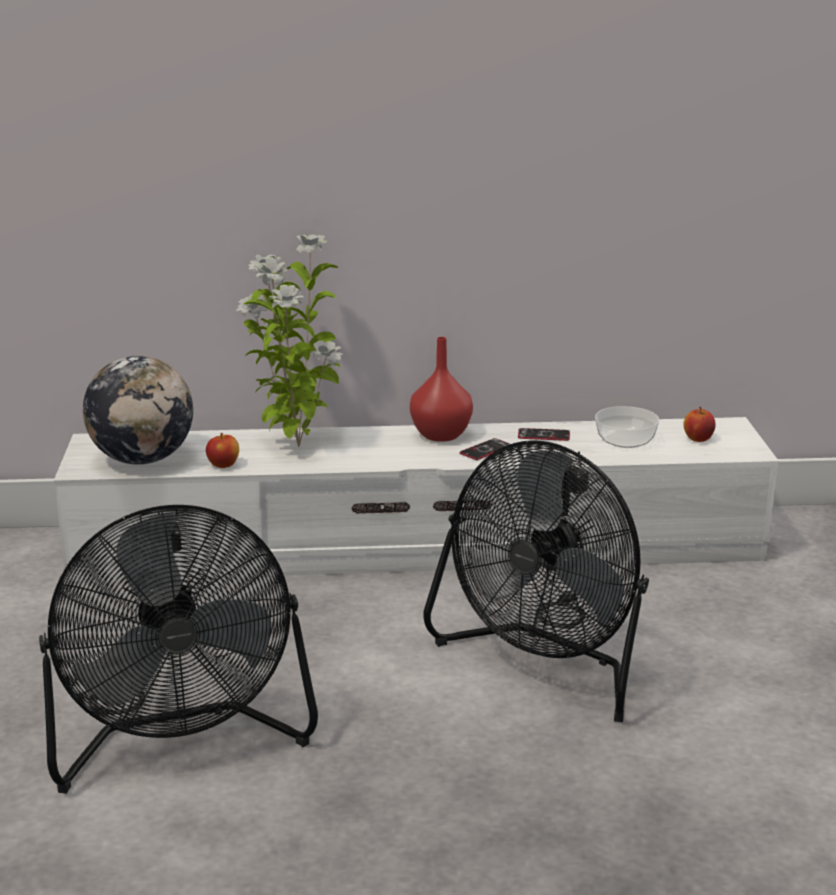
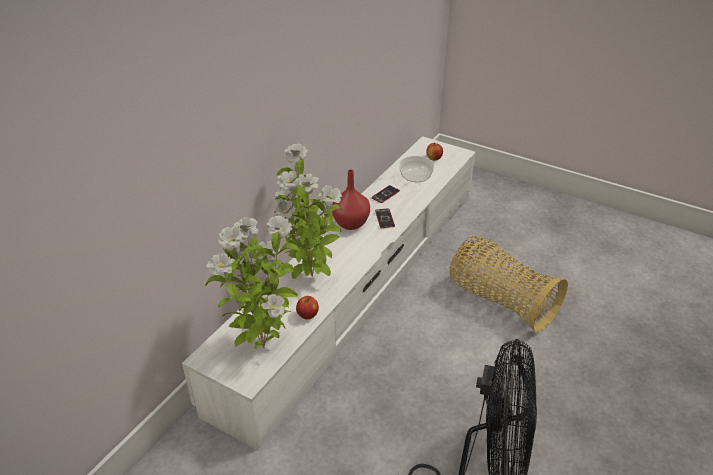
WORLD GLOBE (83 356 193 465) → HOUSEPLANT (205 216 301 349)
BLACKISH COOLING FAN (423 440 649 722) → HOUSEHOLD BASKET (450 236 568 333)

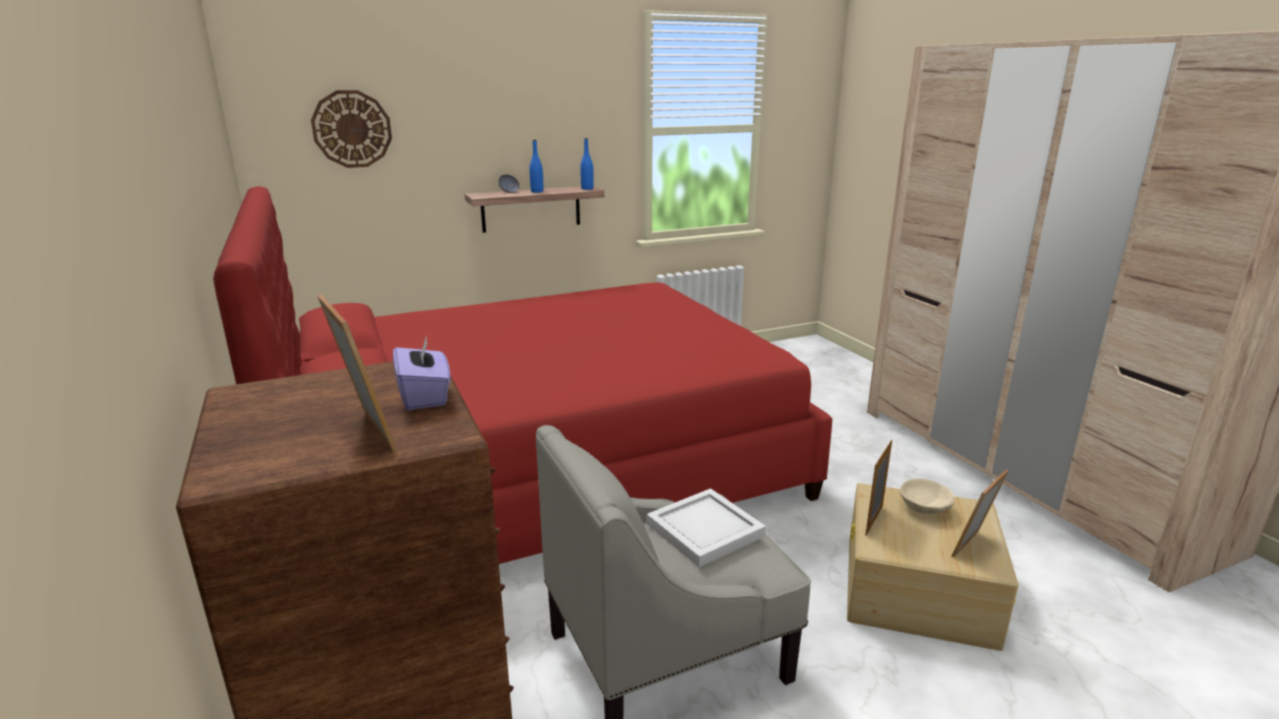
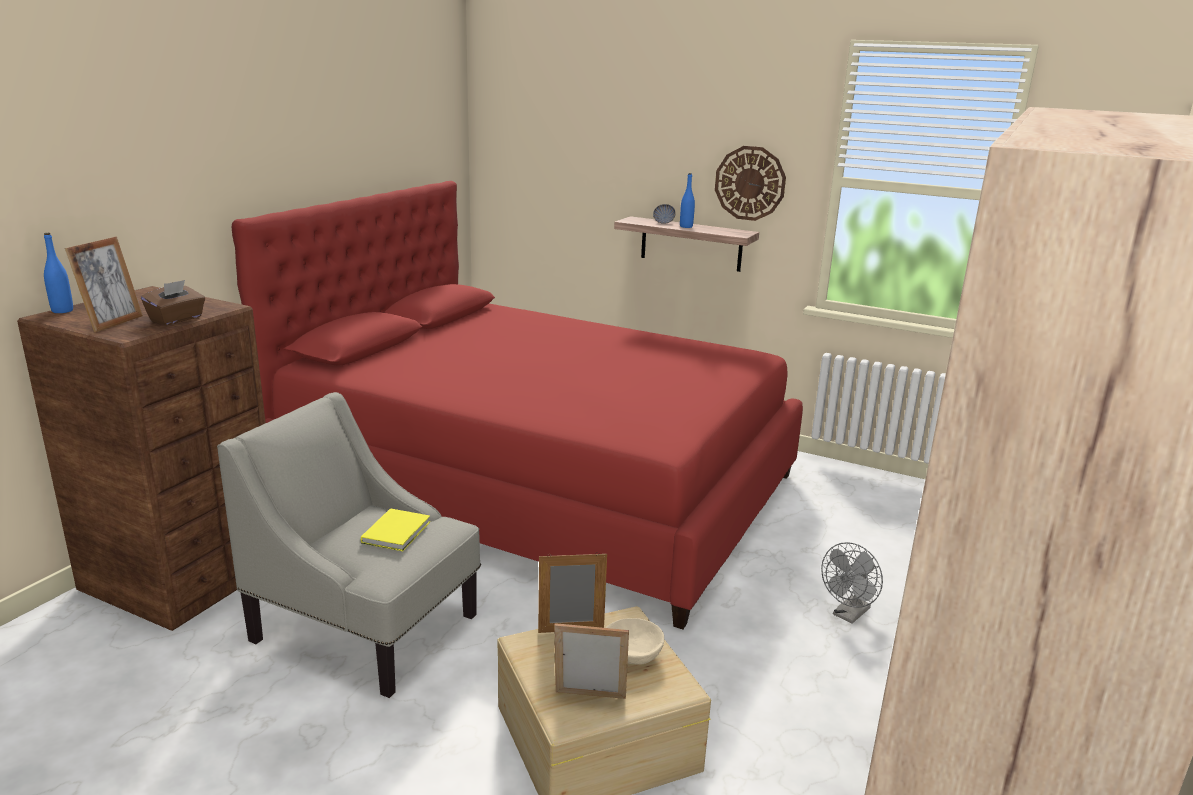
BLUISH DRINK BOTTLE (580 138 594 190) → BLUISH DRINK BOTTLE (44 233 73 313), relocated
PURPLE-COLOURED TISSUE HOLDER (393 337 450 410) → BROWN TISSUE HOLDER (141 280 205 325)
WHITISH CARRYING TRAY (647 488 766 567) → YELLOW-COLOURED VOLUME (361 508 430 551)
CLOCK ON THE WALL (311 90 392 168) → CLOCK ON THE WALL (715 146 786 221), relocated
- → GREY COOLING FAN (821 542 883 624)

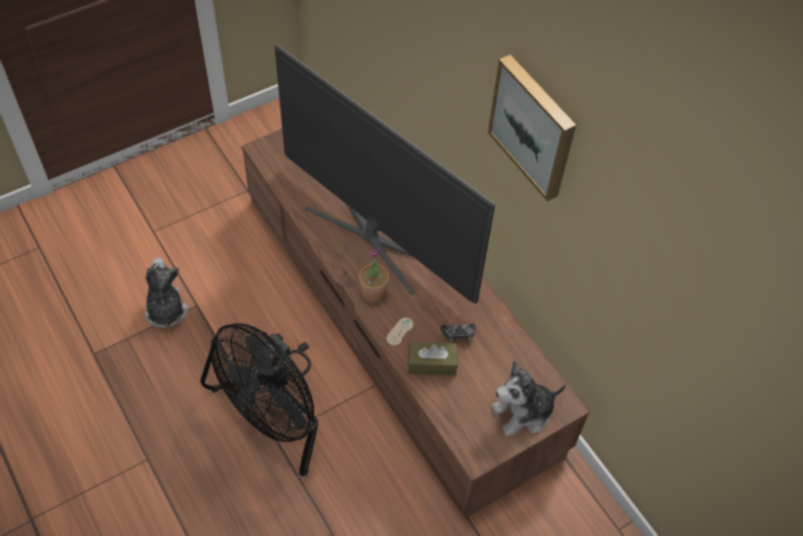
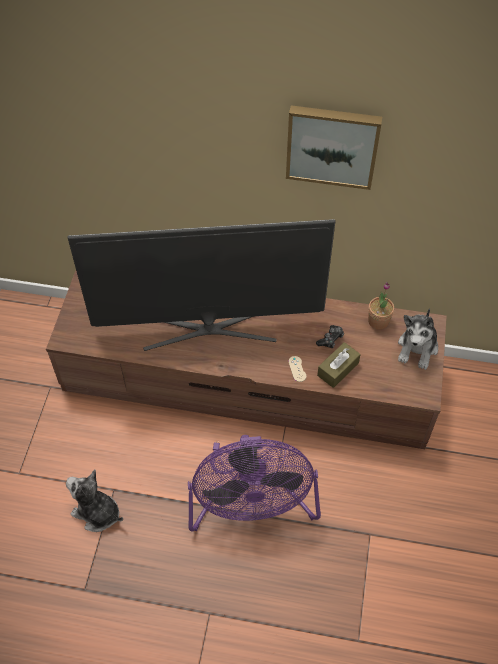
BLACKISH COOLING FAN (200 323 318 476) → PURPLE-COLOURED COOLING FAN (188 435 321 532)
HOUSEPLANT (359 248 389 302) → HOUSEPLANT (368 282 394 330), relocated

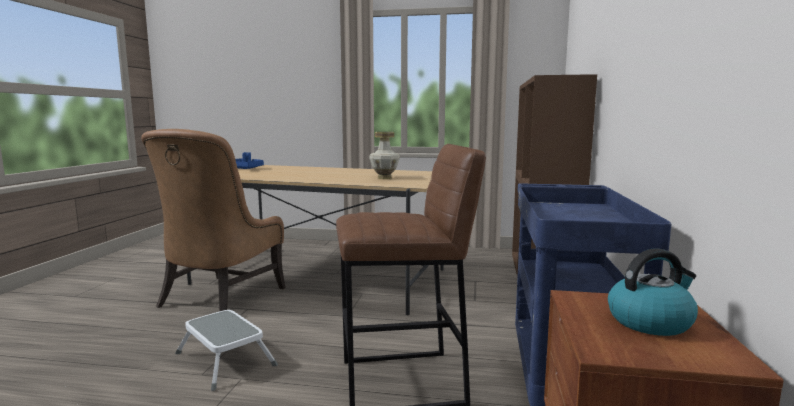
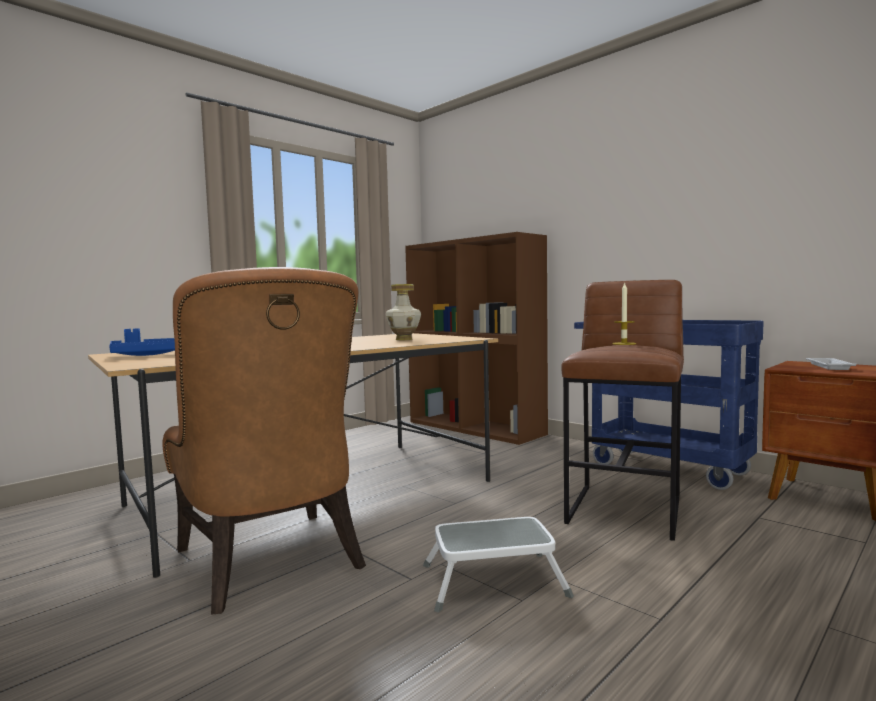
- → WAX LIGHT (612 282 636 345)
KETTLE (608 249 698 336) → WHITISH CARRYING TRAY (806 358 856 370)

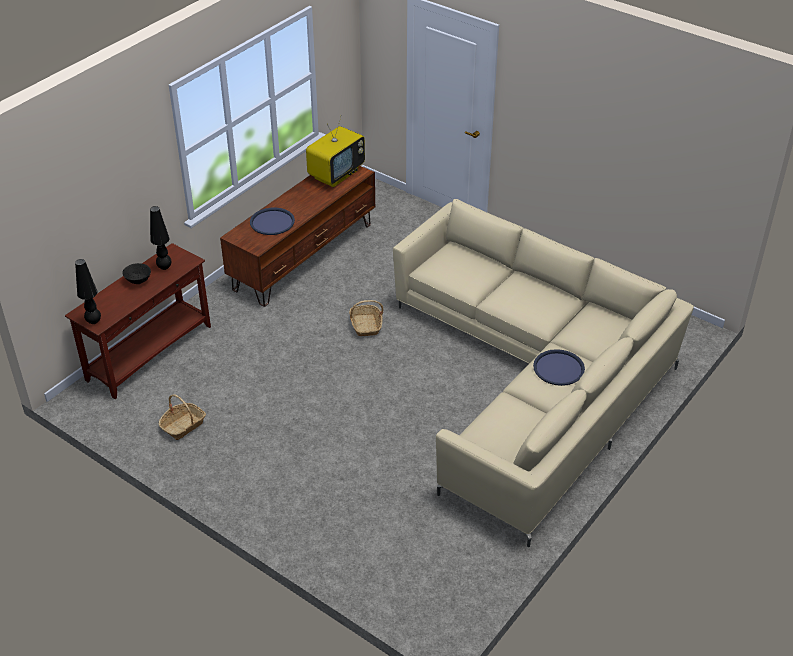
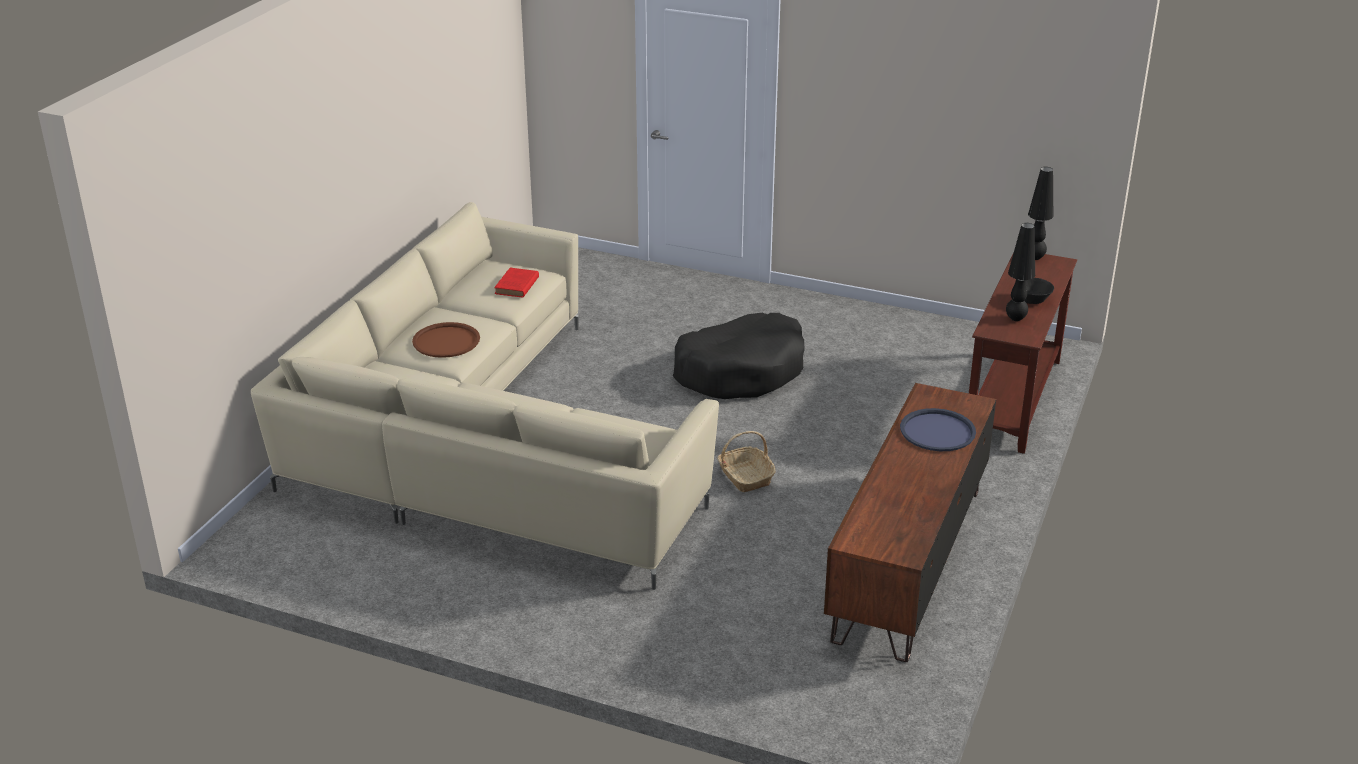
BLUISH CARRYING TRAY (533 349 585 386) → BROWN CARRYING TRAY (412 322 480 358)
- → REDDISH VOLUME (494 268 539 298)
- → BLACKISH PET BED (673 313 805 399)
HOUSEHOLD BASKET (159 395 206 440) → -
TELEVISION (306 115 365 187) → -

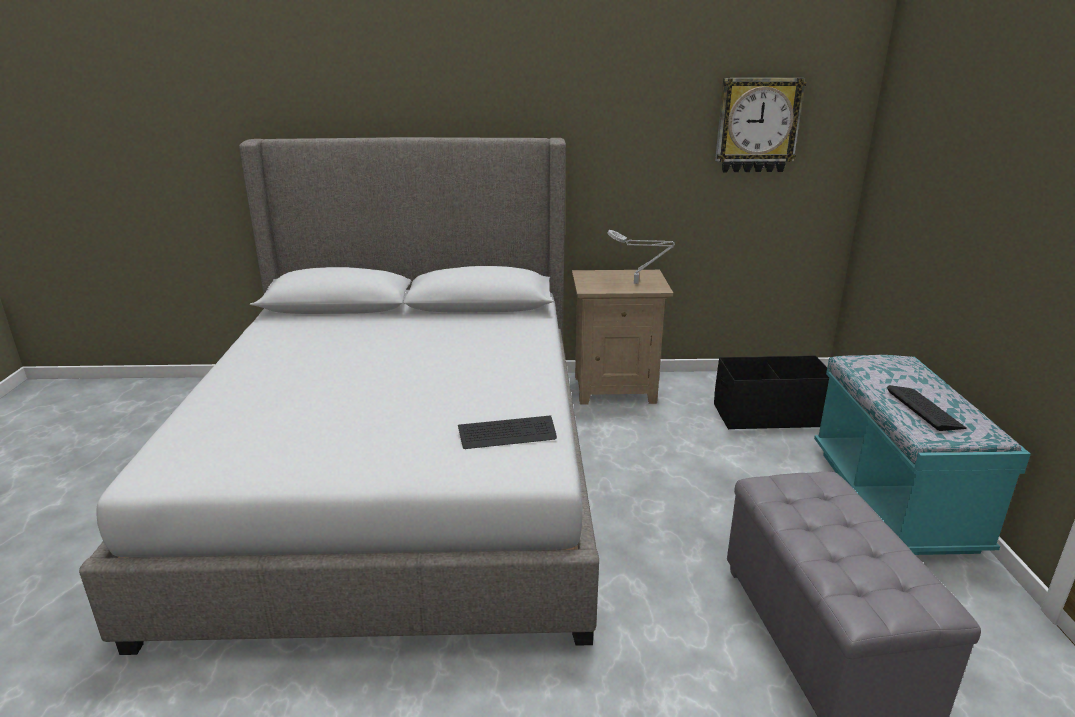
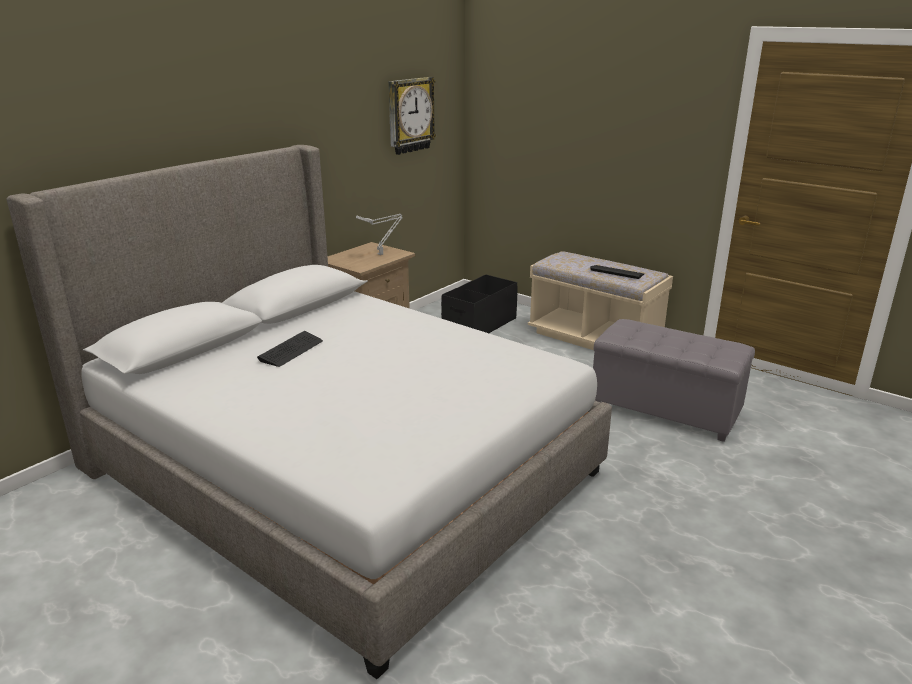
PC KEYBOARD (458 415 557 449) → PC KEYBOARD (257 331 323 367), relocated
TURQUOISE-COLOURED BENCH (814 355 1031 555) → BEIGE-COLOURED BENCH (528 251 673 350)

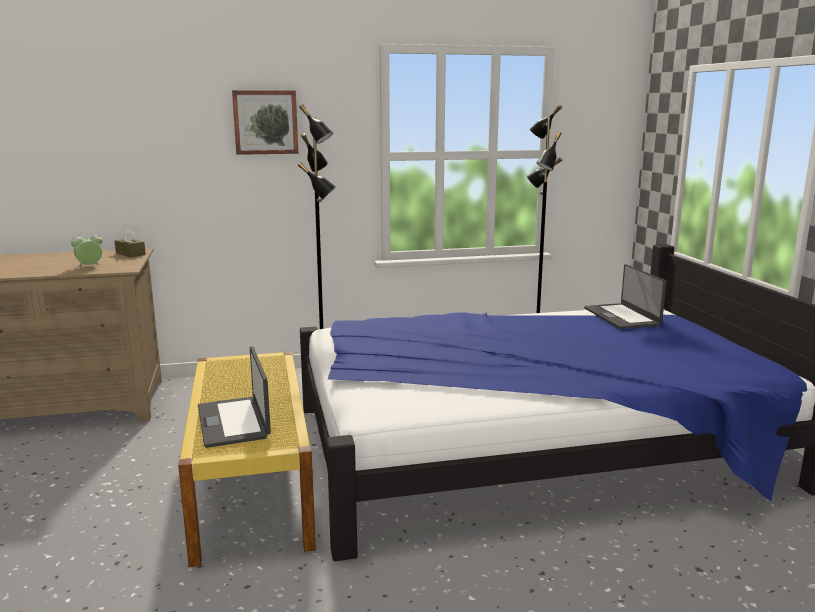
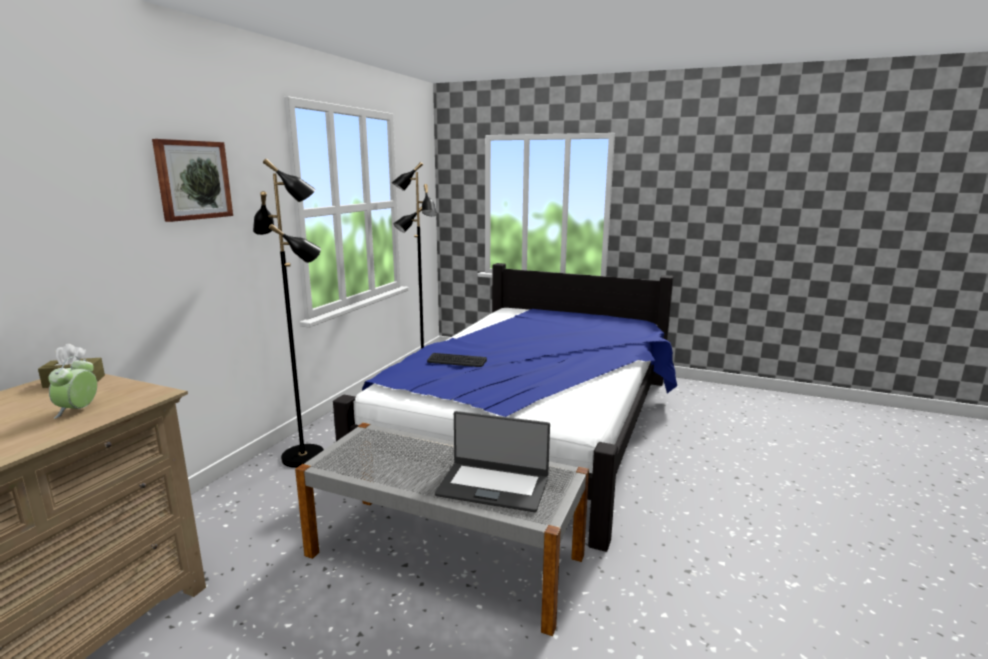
YELLOW-COLOURED BENCH (178 351 316 567) → GREY BENCH (295 423 589 636)
- → PC KEYBOARD (427 353 487 367)
LAPTOP (584 264 667 329) → -

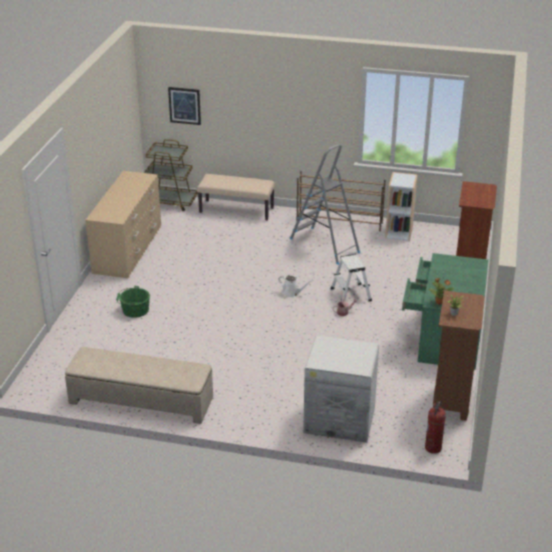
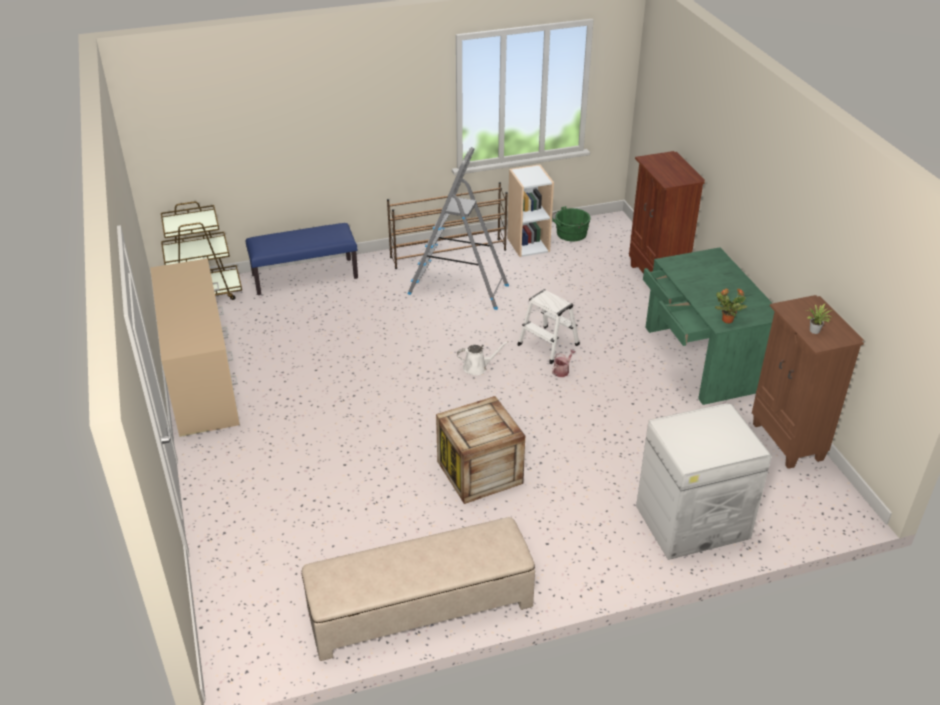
BEIGE-COLOURED BENCH (197 174 275 220) → BLUISH BENCH (246 223 358 295)
- → PACKING CRATE (436 396 525 504)
GREEN-COLOURED BUCKET (116 286 150 318) → GREEN-COLOURED BUCKET (552 206 591 241), relocated
WALL PICTURE (168 87 201 125) → -
FIRE-FIGHTING CYLINDER (425 401 446 454) → -

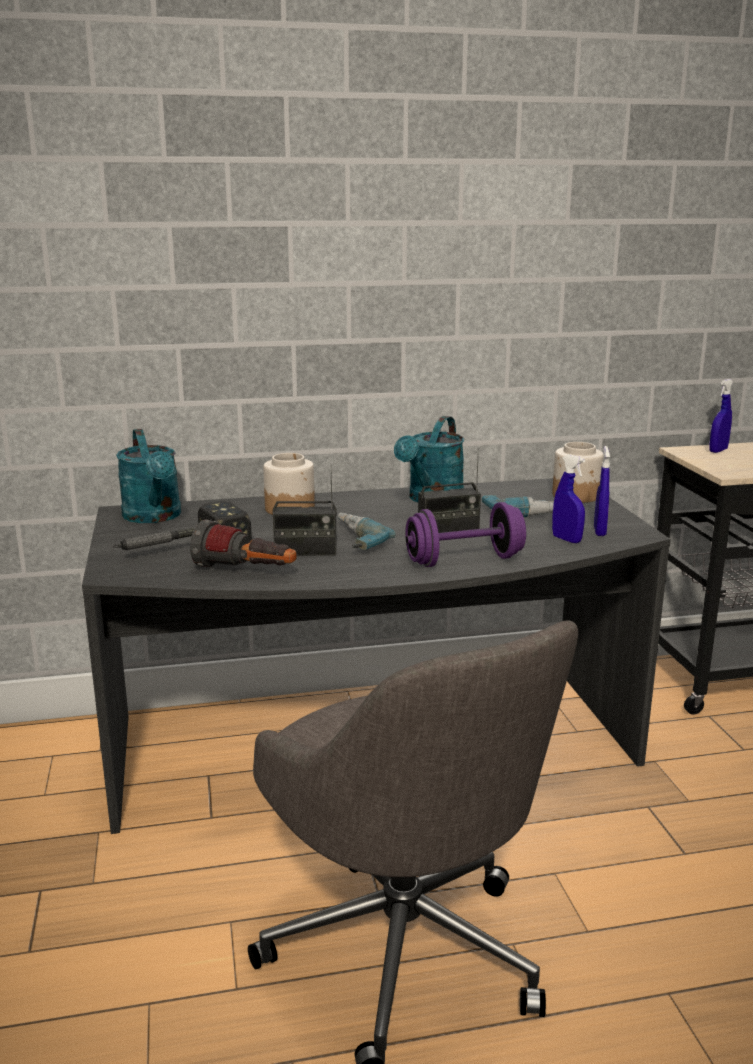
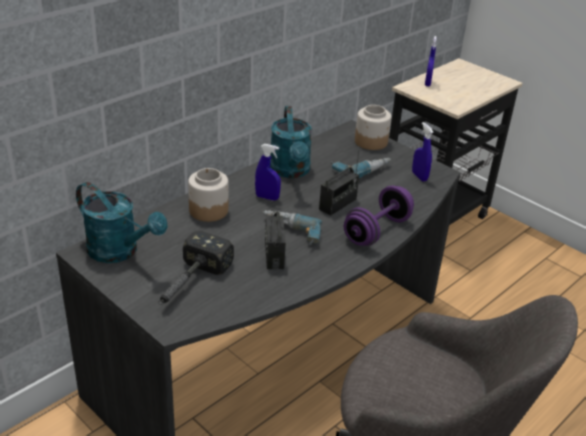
BLUISH SPRAYER (552 454 585 543) → BLUISH SPRAYER (255 144 281 200), relocated
RADIO SET (273 465 337 556) → RADIO SET (265 212 286 269), 120 degrees clockwise
TORCH (190 519 297 567) → -

